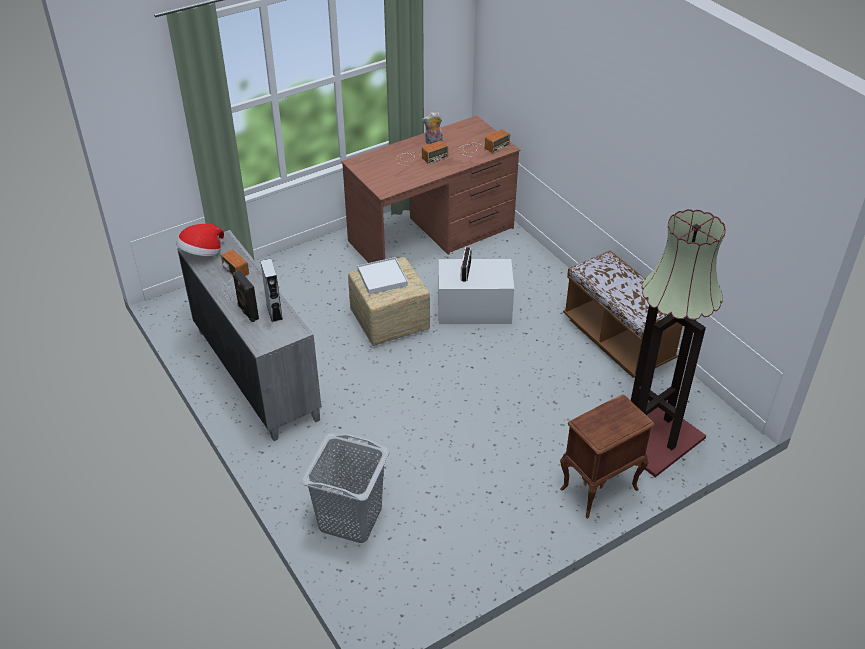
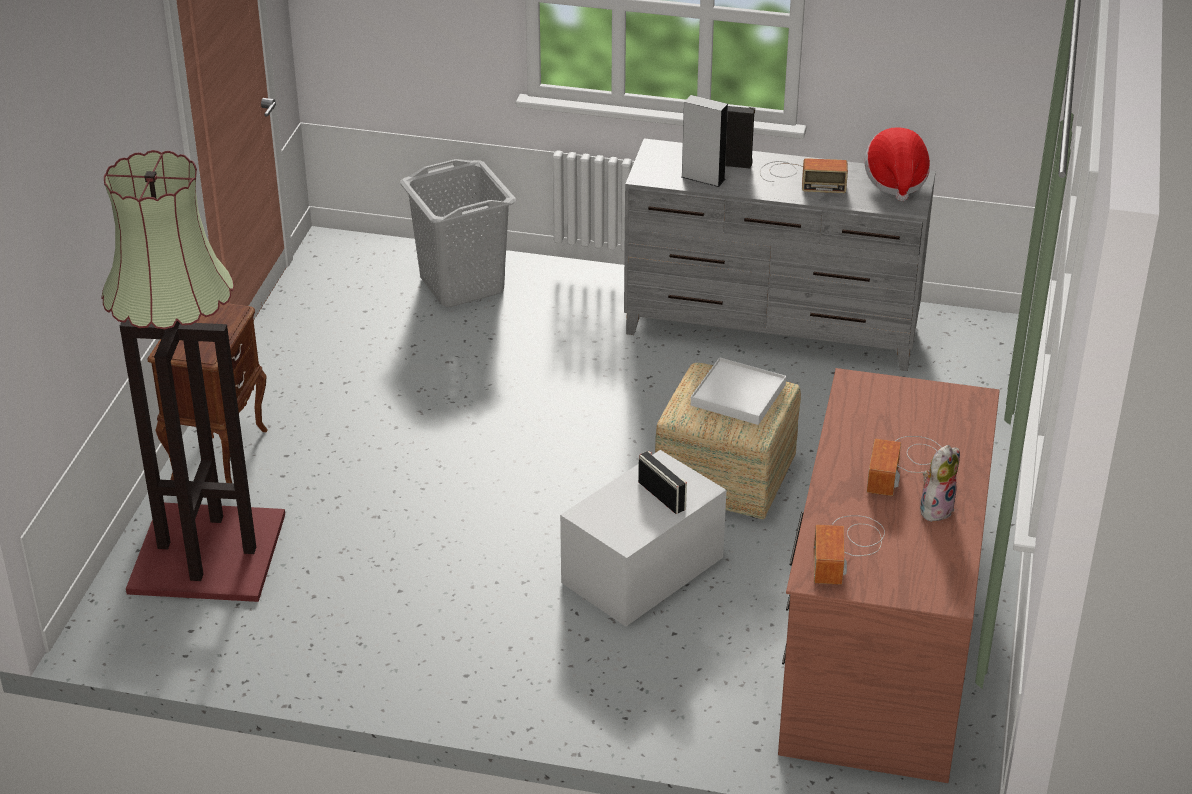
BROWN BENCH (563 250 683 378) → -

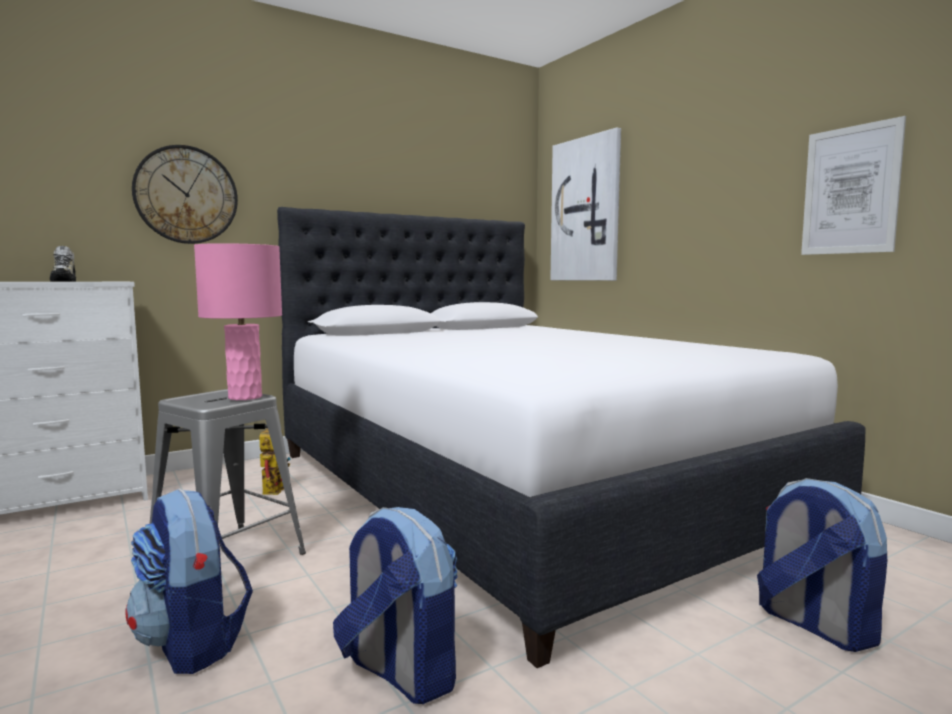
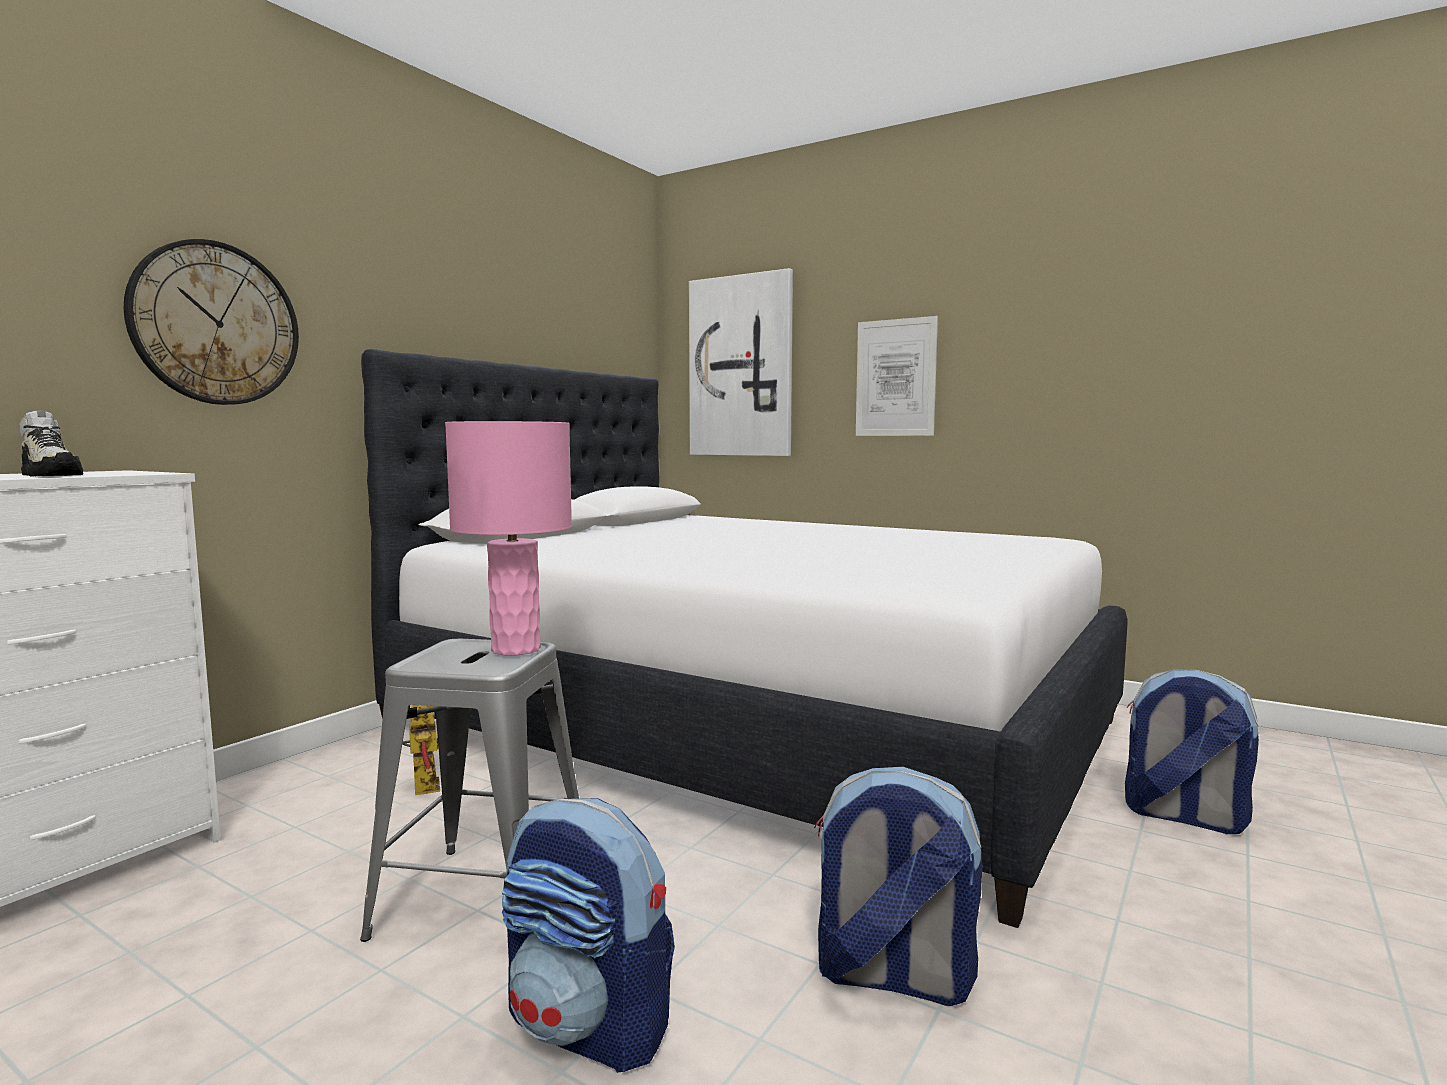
WALL PICTURE (801 116 906 255) → WALL PICTURE (856 316 938 436), relocated

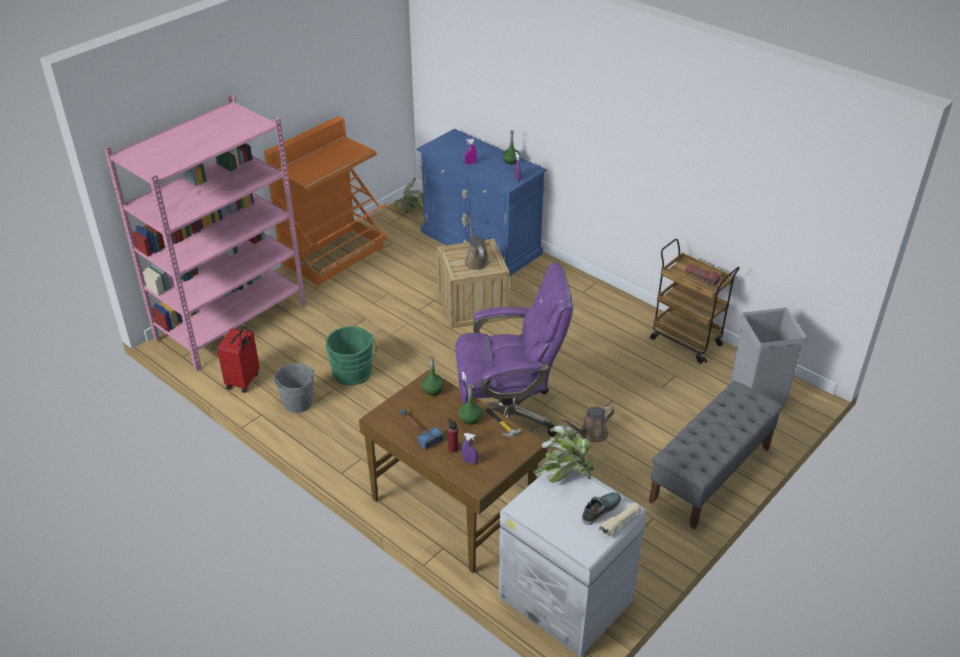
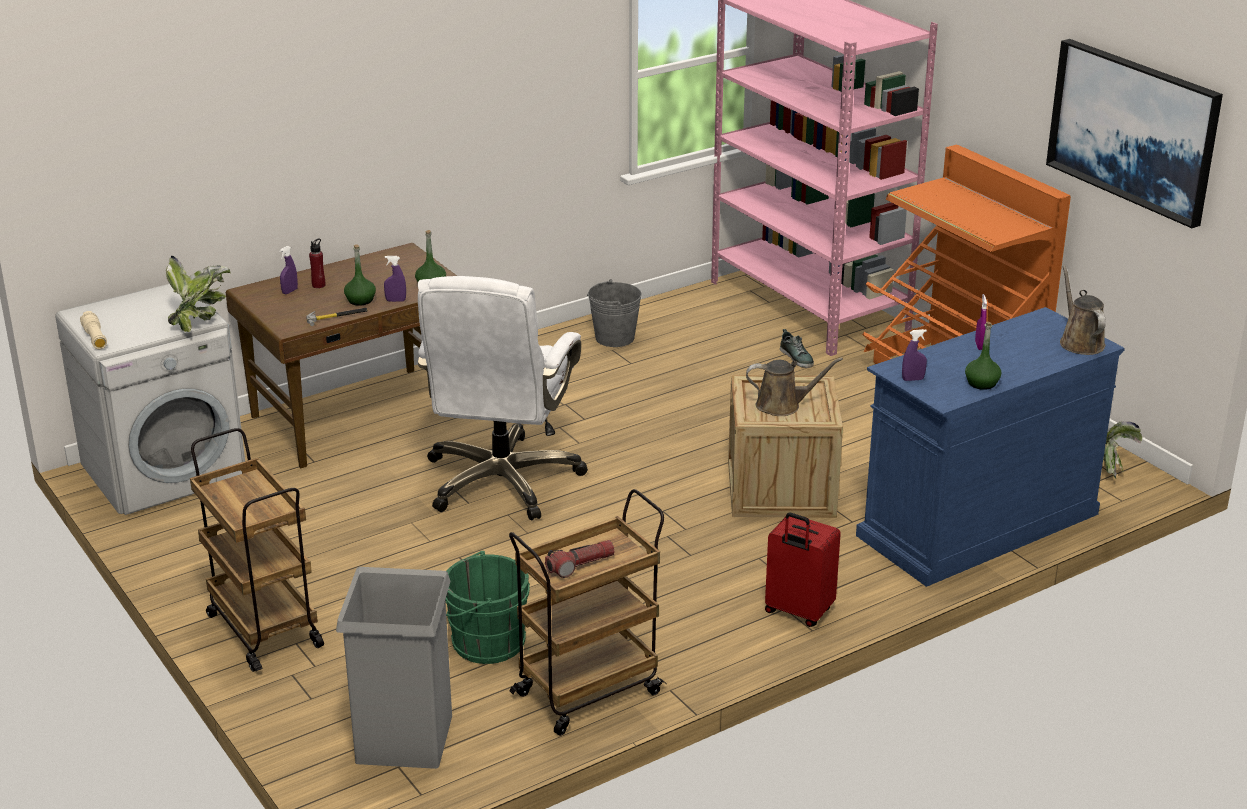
GREY BENCH (649 381 783 530) → BROWN TROLLEY (190 428 324 672)
PURPLE-COLOURED DESK CHAIR (455 262 573 437) → WHITISH DESK CHAIR (418 276 588 520)
GREEN-COLOURED BUCKET (326 326 377 385) → GREEN-COLOURED BUCKET (445 551 530 664), relocated
REDDISH PIECE OF LUGGAGE (217 326 260 393) → REDDISH PIECE OF LUGGAGE (765 513 841 627), relocated
SHOE (582 492 621 525) → SHOE (780 329 814 368), relocated
- → WALL PICTURE (1046 39 1223 228)
BROWN WATERING CAN (561 406 615 442) → BROWN WATERING CAN (1060 265 1106 355), relocated
TOOL HAMMER (399 409 443 450) → -

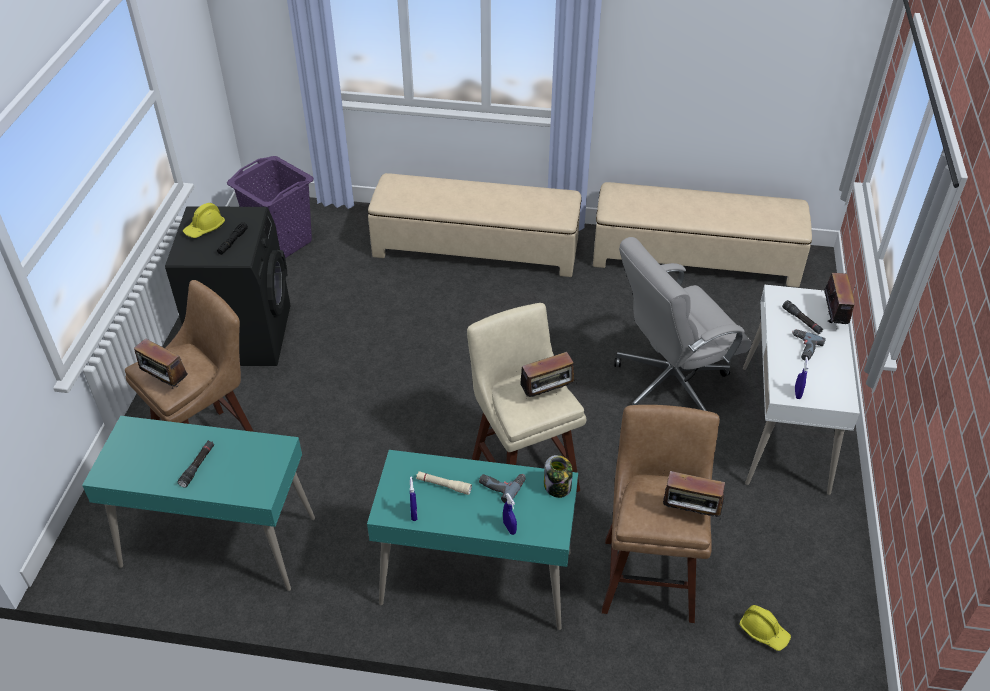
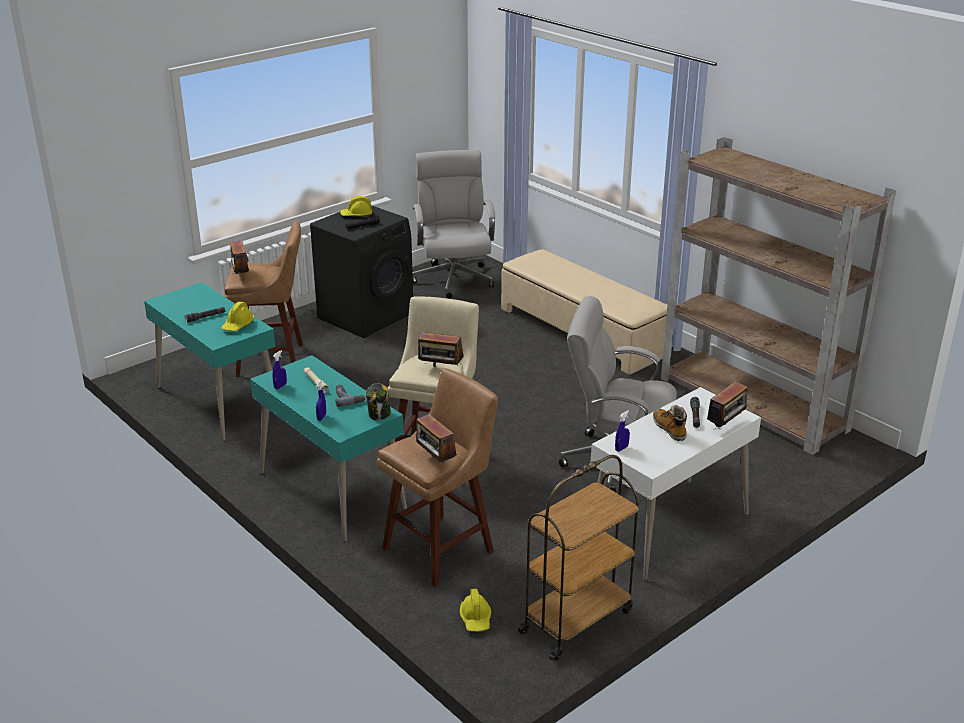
- → YELLOW-COLOURED SAFETY HELMET (221 302 255 331)
PURPLE-COLOURED WASHING BASKET (227 156 314 258) → GREY DESK CHAIR (412 150 495 299)
- → BROWN TROLLEY (518 455 639 661)
POWER DRILL (792 329 826 361) → TALL BOOT (653 405 687 441)
BEIGE-COLOURED BENCH (593 182 812 287) → BROWN SHELVING UNIT (661 137 896 455)

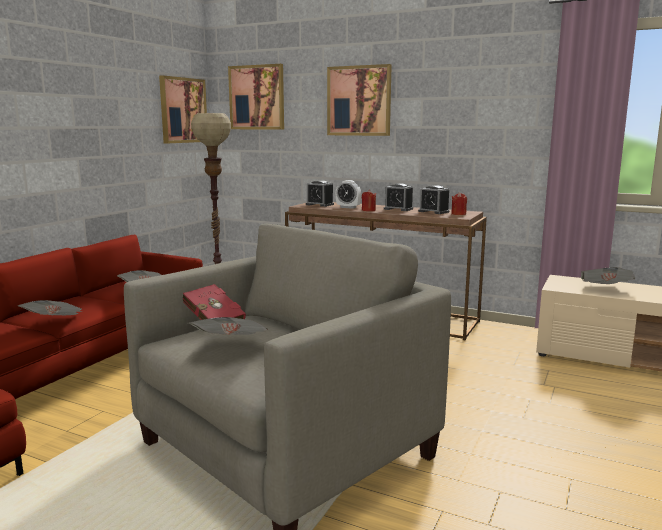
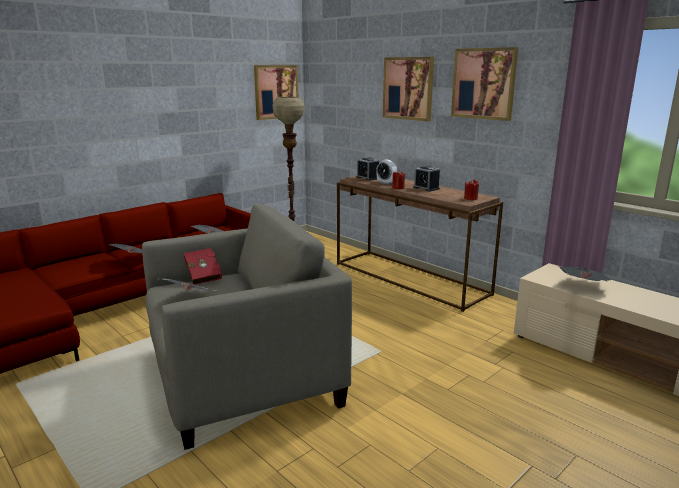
WALL PICTURE (228 64 284 130) → WALL PICTURE (451 47 518 121), relocated
BEDSIDE CLOCK (418 185 449 214) → -

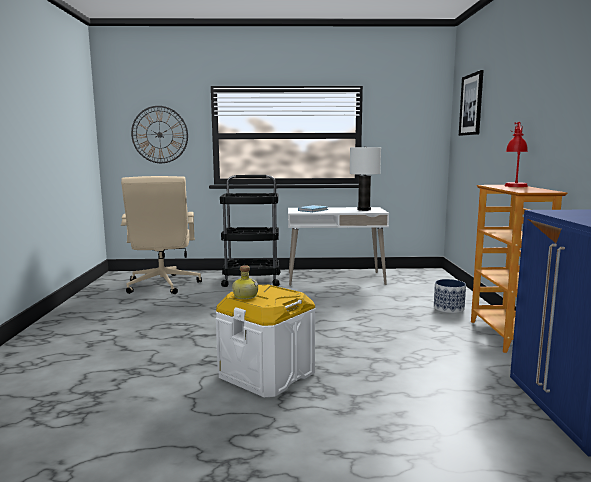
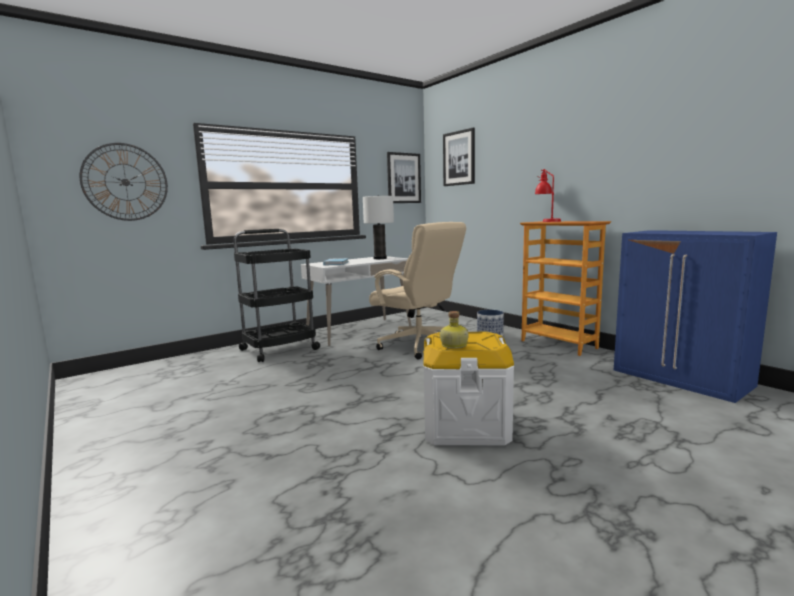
BEIGE-COLOURED DESK CHAIR (121 176 202 294) → BEIGE-COLOURED DESK CHAIR (369 222 466 359), relocated
- → WALL PICTURE (387 152 421 203)

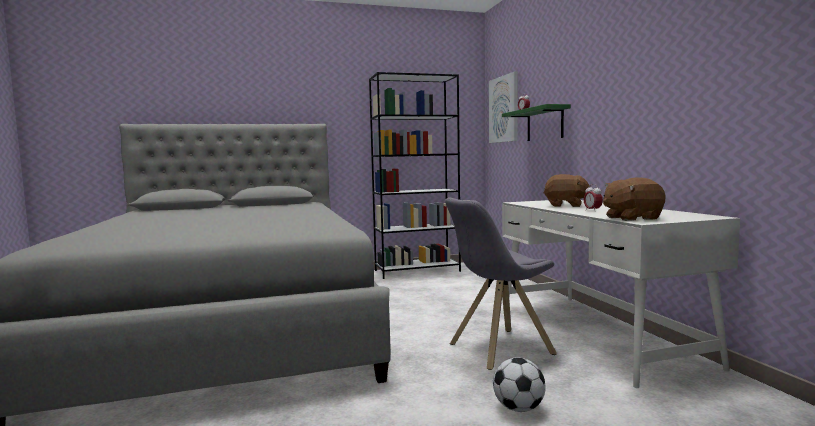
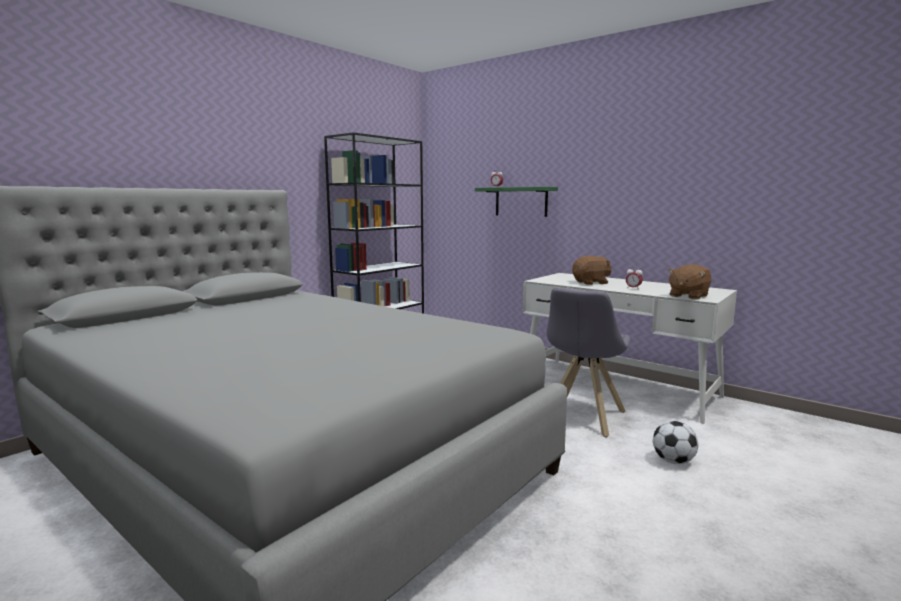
WALL PICTURE (489 71 518 143) → -

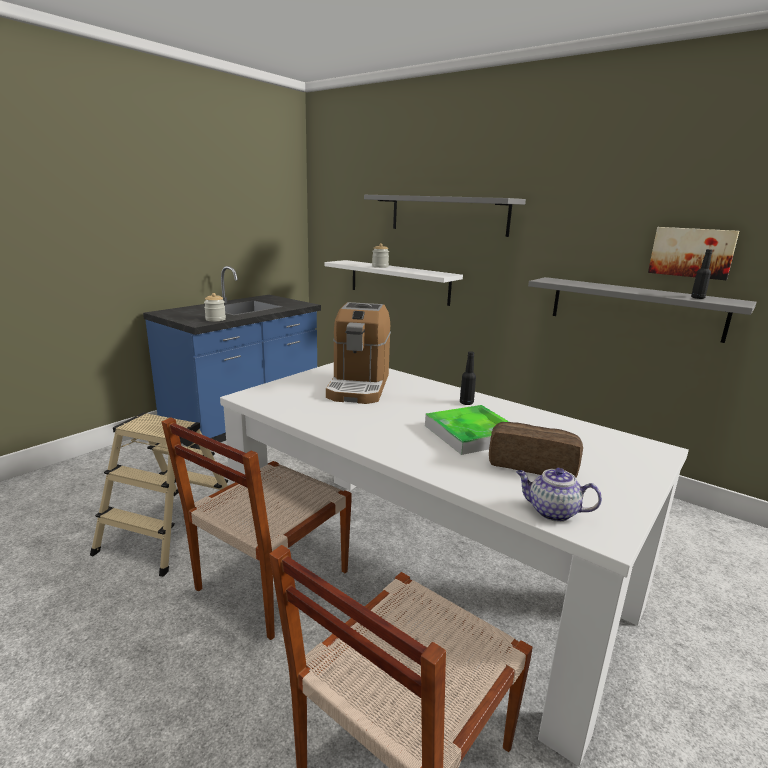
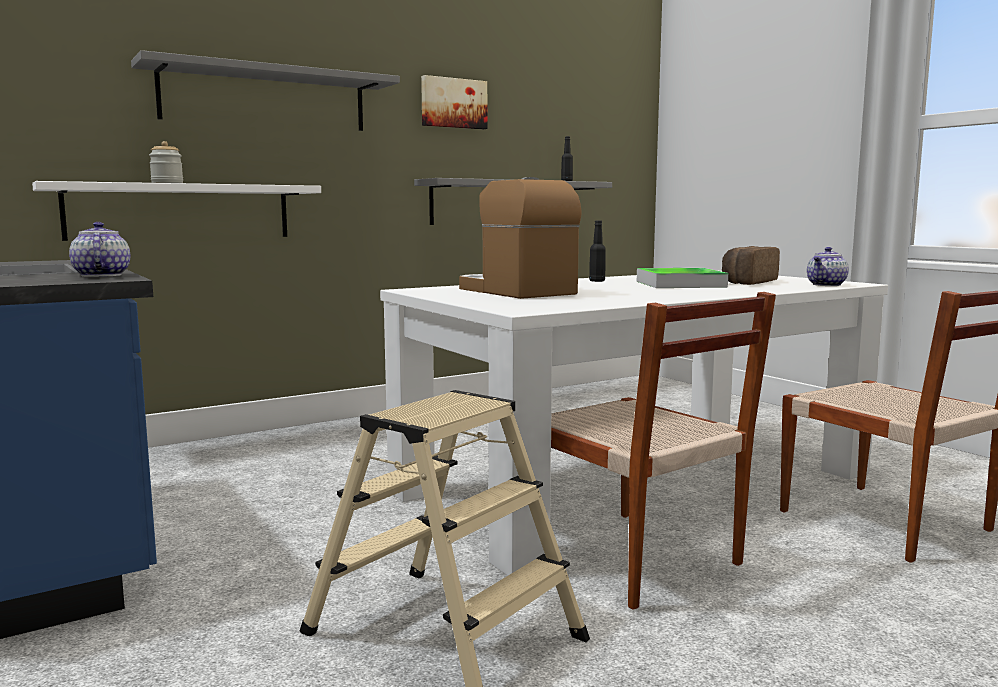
STORAGE JAR (204 293 226 321) → TEAPOT (69 222 130 277)
WALL PICTURE (648 227 739 280) → WALL PICTURE (421 75 487 129), relocated
COFFEE MACHINE (326 302 391 404) → COFFEE MACHINE (459 177 582 299), 150 degrees counterclockwise

